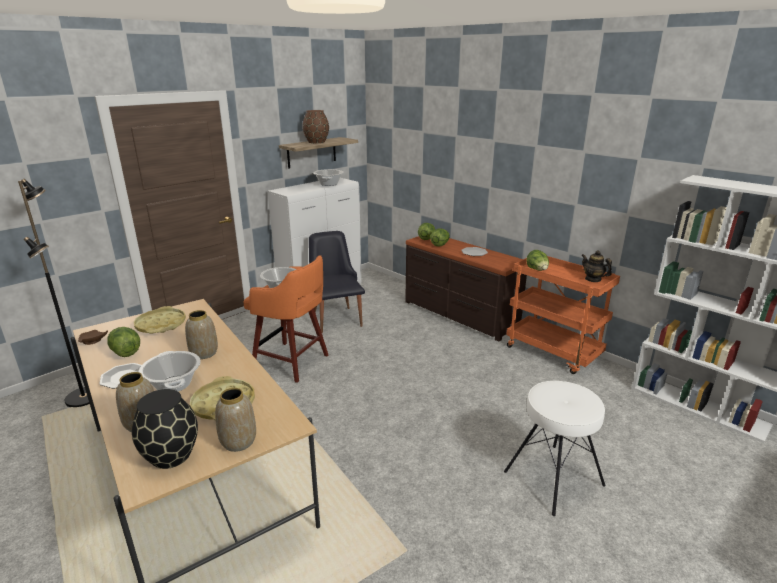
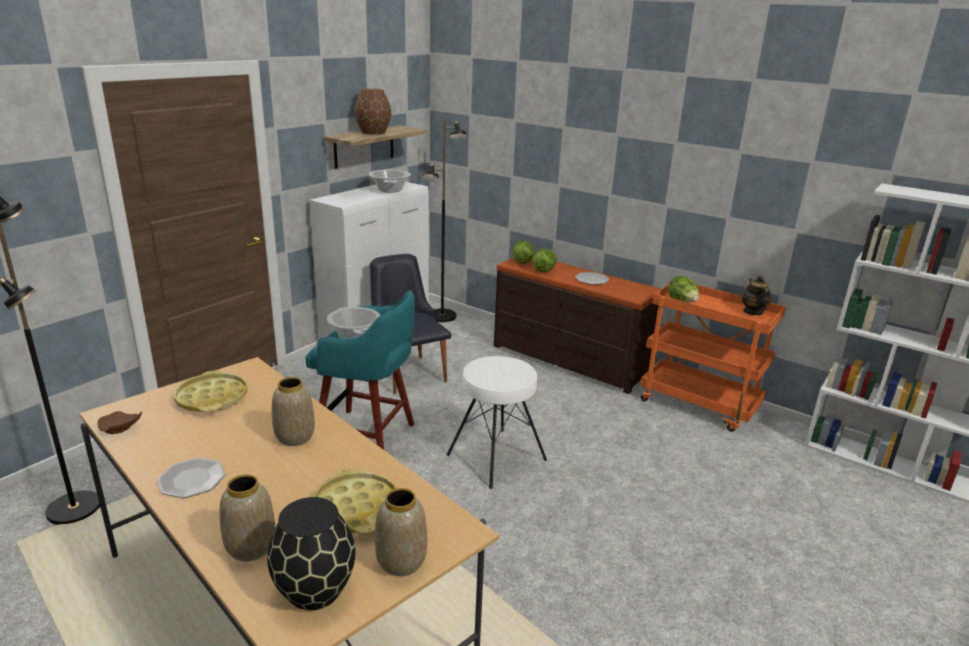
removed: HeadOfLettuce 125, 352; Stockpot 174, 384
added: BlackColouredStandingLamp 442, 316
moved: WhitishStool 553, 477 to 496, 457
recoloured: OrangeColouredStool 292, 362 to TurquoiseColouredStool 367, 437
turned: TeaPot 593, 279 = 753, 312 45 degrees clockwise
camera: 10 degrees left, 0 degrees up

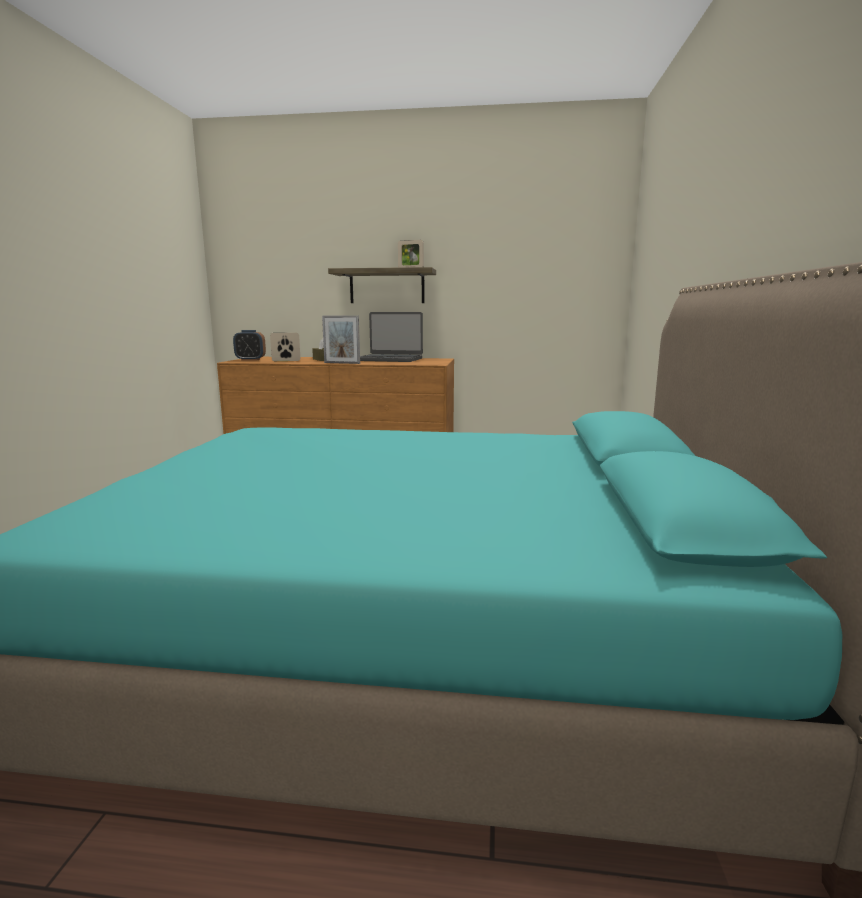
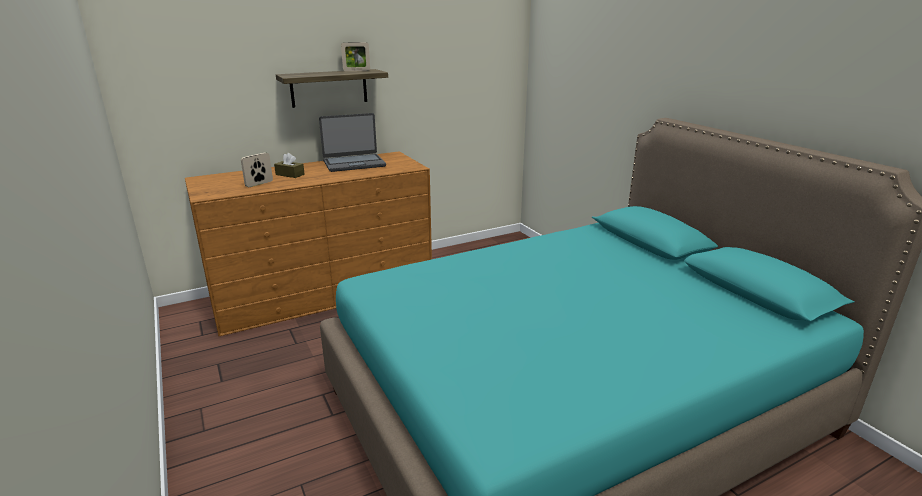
removed: BedsideClock 250, 360; PictureFrame 342, 363
camera: 35 degrees left, 10 degrees up

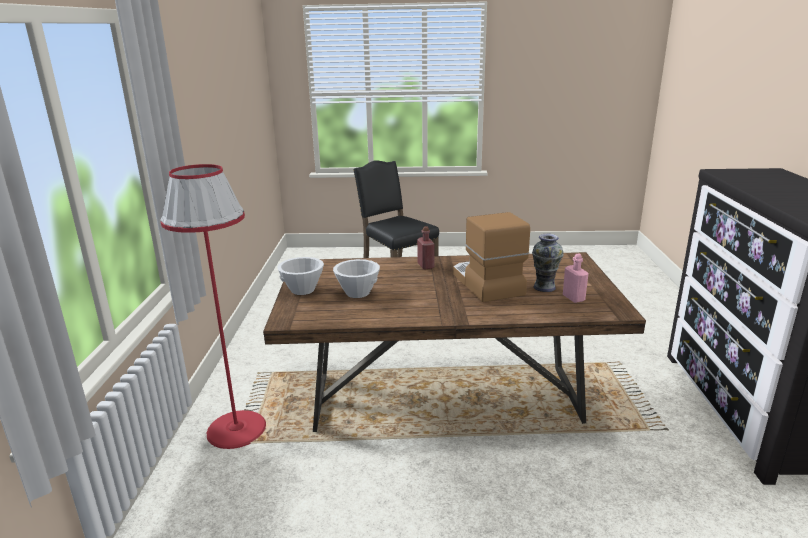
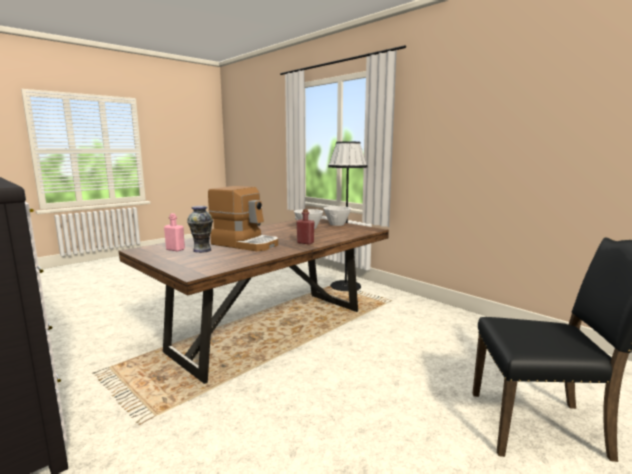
recoloured: RedColouredStandingLamp 236, 429 to BlackColouredStandingLamp 345, 286
camera: 135 degrees right, 10 degrees down

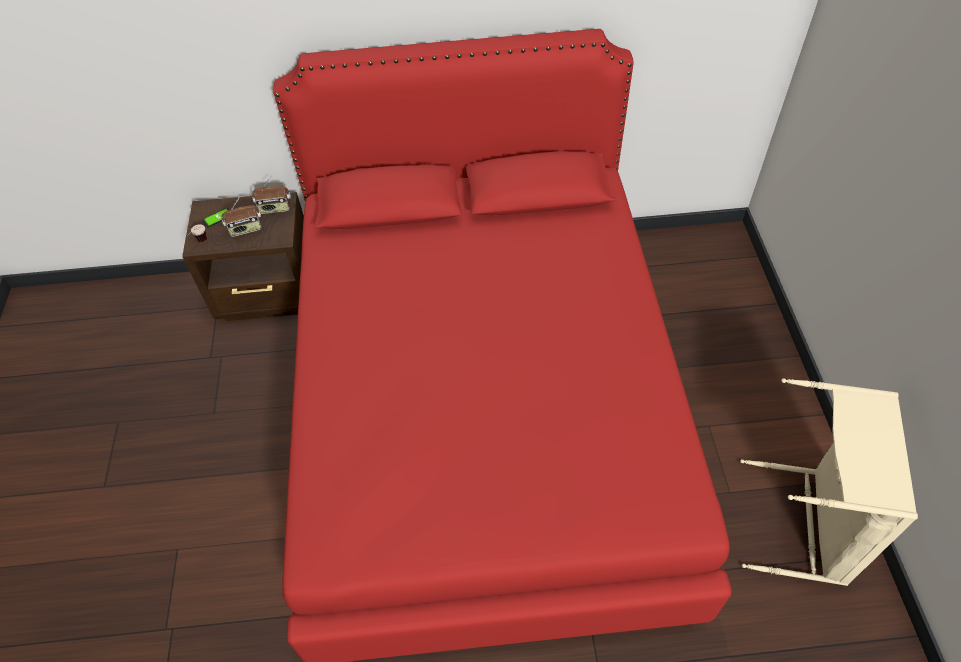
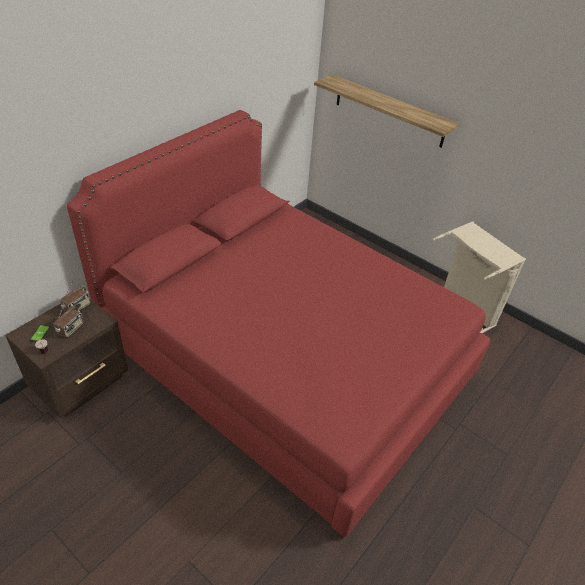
added: BracketShelf 389, 111
camera: 50 degrees left, 10 degrees down

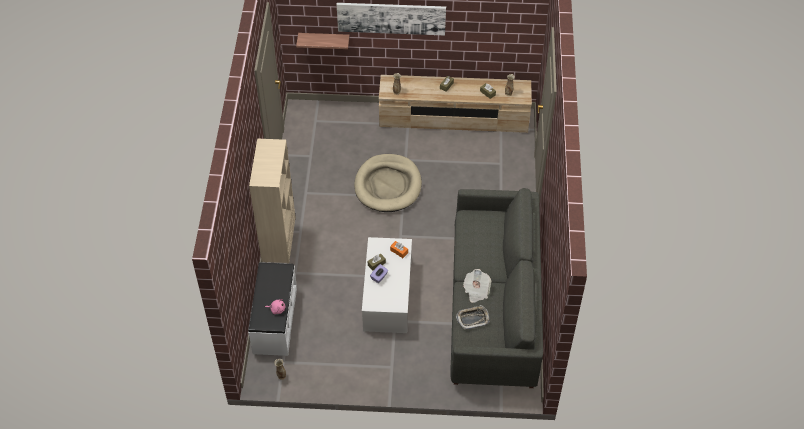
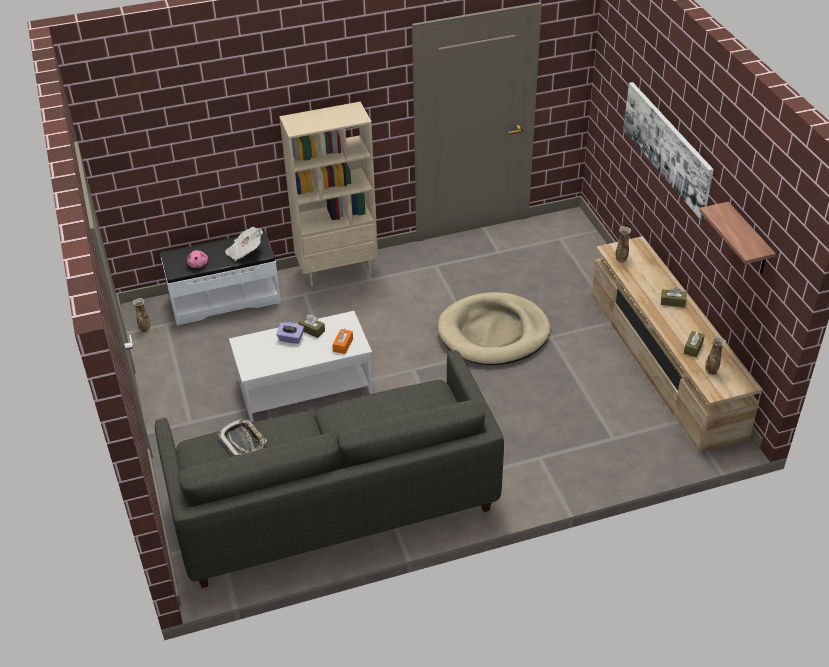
moved: BracketShelf 324, 40 to 748, 240; DailyPaper 476, 290 to 245, 252
camera: 70 degrees right, 10 degrees down

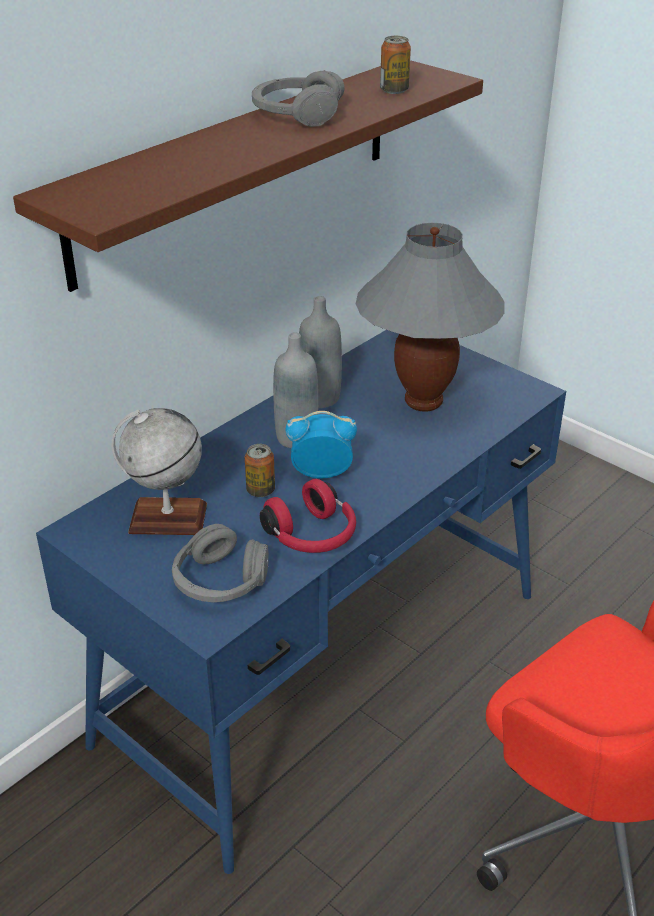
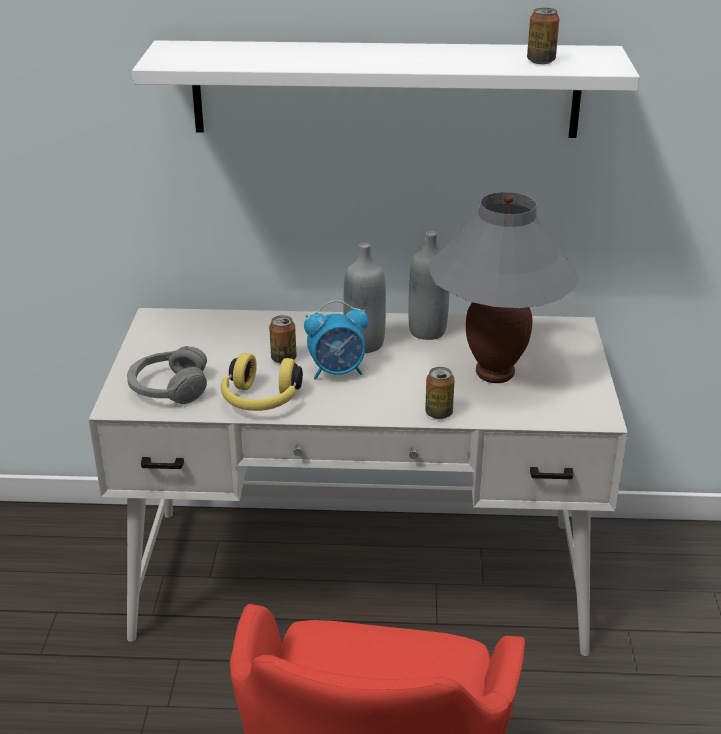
removed: WorldGlobe 167, 518; GrayHeadphones 297, 114
added: Can 438, 413
recoloured: BrownishBracketShelf 237, 168 to WhitishBracketShelf 385, 89; BlueDesk 326, 665 to WhitishDesk 361, 579; RedColouredHeadphones 312, 536 to YellowColouredHeadphones 260, 401
turned: BedsideClock 321, 473 = 337, 372 120 degrees clockwise
camera: 50 degrees right, 5 degrees down

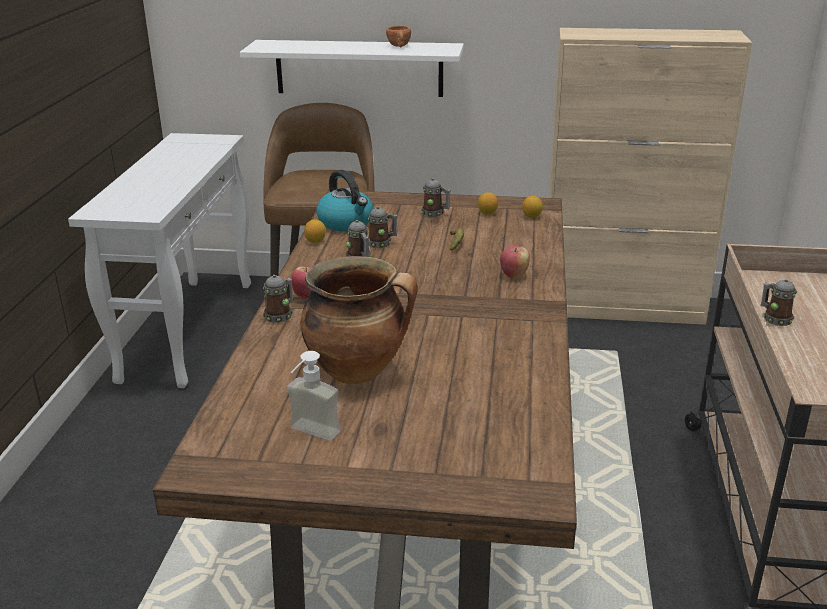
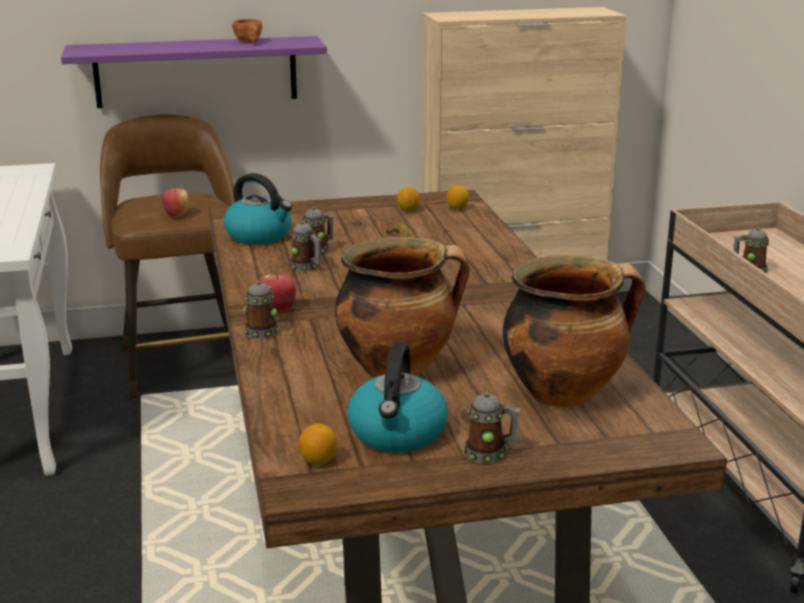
added: Stockpot 564, 393
moved: WholeLemon 315, 241 to 318, 461; Mug 435, 213 to 490, 454; Apple 514, 275 to 177, 215
replaced: LiquidSoapBottle 309, 435 to WaterKettle 398, 434
recoloured: WhitishBracketShelf 359, 68 to PurpleBracketShelf 196, 72
camera: 20 degrees left, 5 degrees down

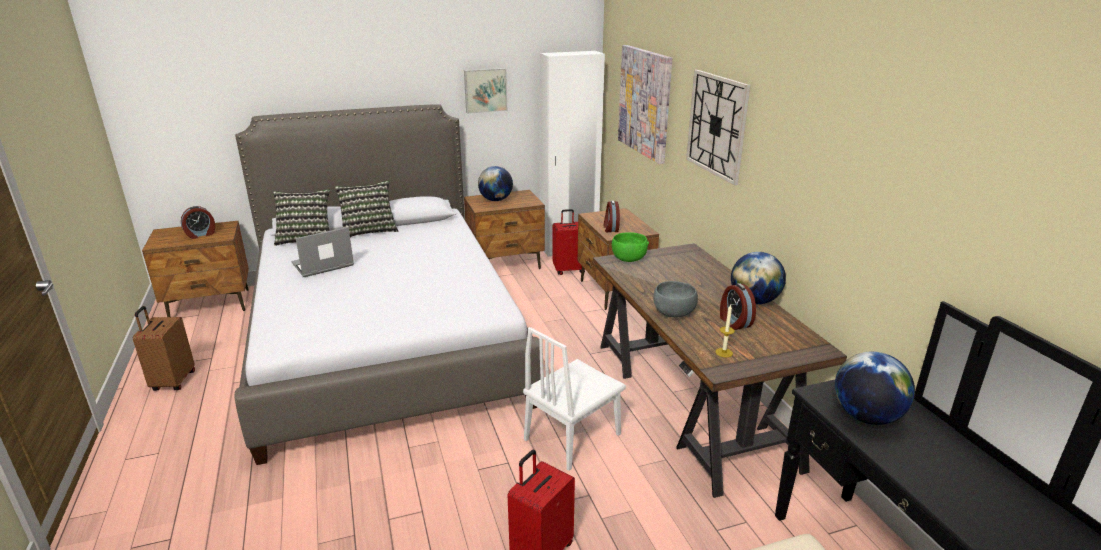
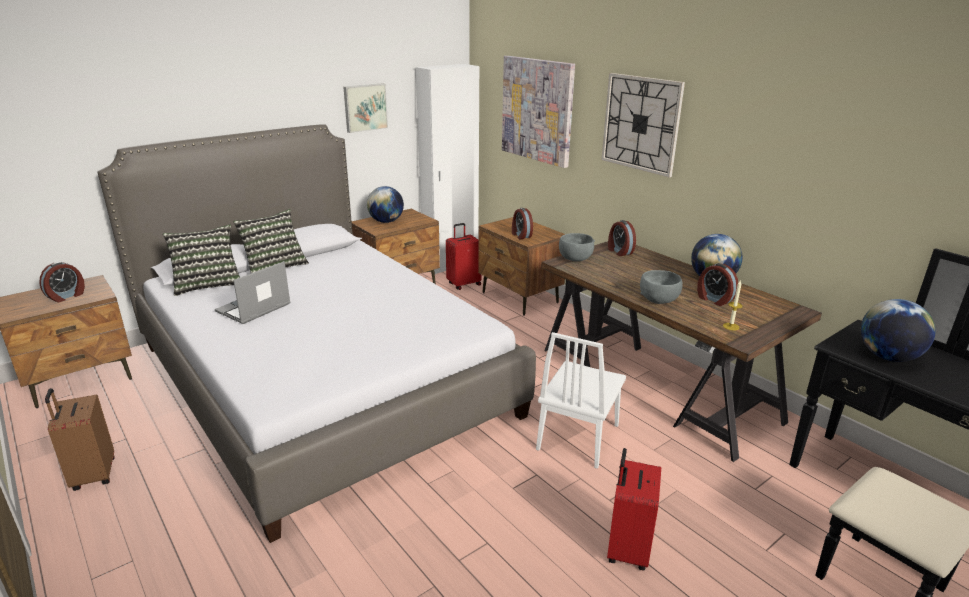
added: BedsideClock 619, 251
recoloured: GreenColouredDeepDish 628, 259 to GrayDeepDish 575, 259
camera: 20 degrees left, 0 degrees up

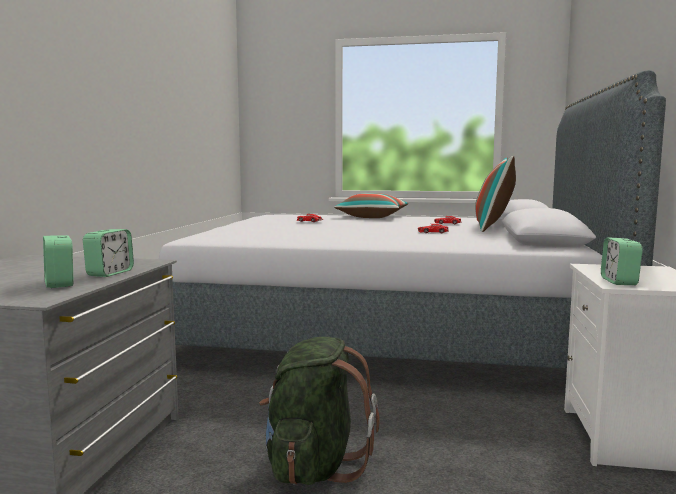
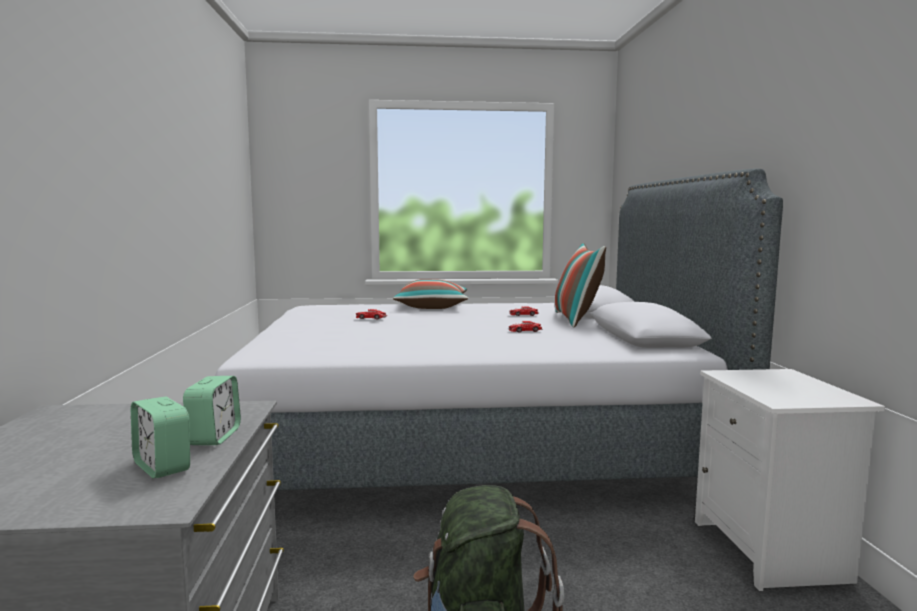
removed: BedsideClock 619, 281
camera: 15 degrees left, 0 degrees up

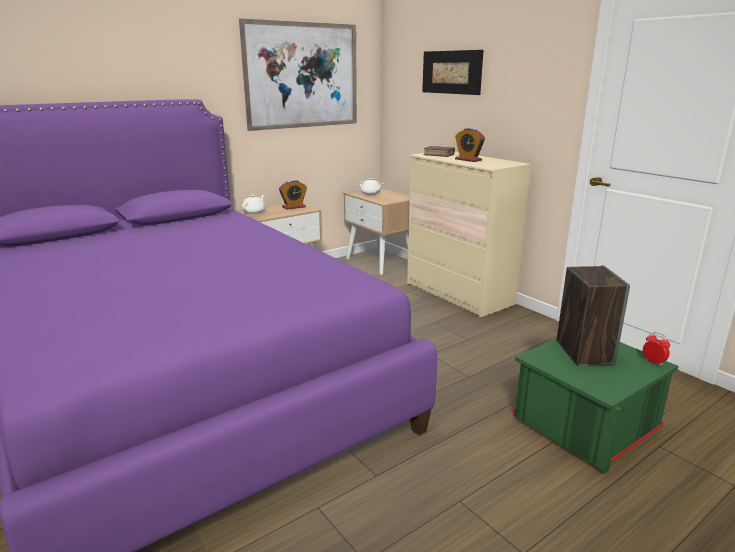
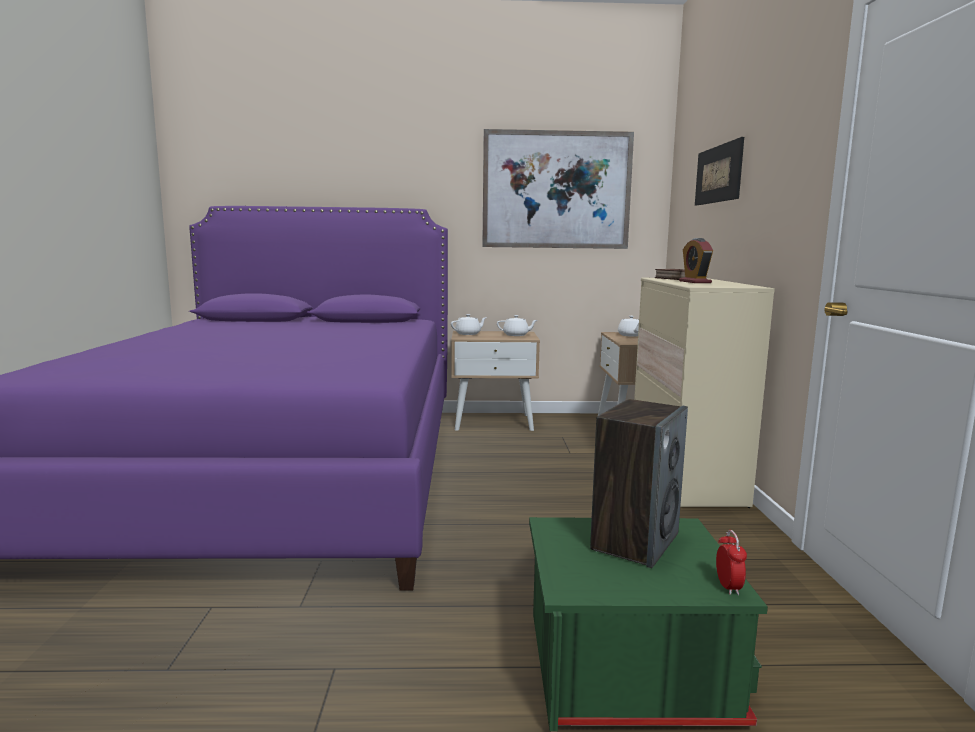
replaced: BedsideClock 293, 207 to WhitishTeaPot 516, 335
camera: 35 degrees right, 10 degrees down

